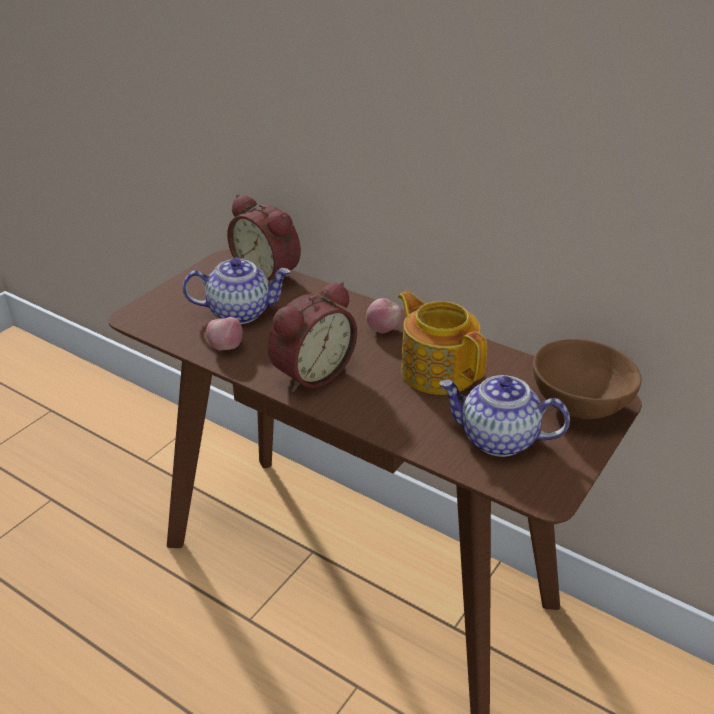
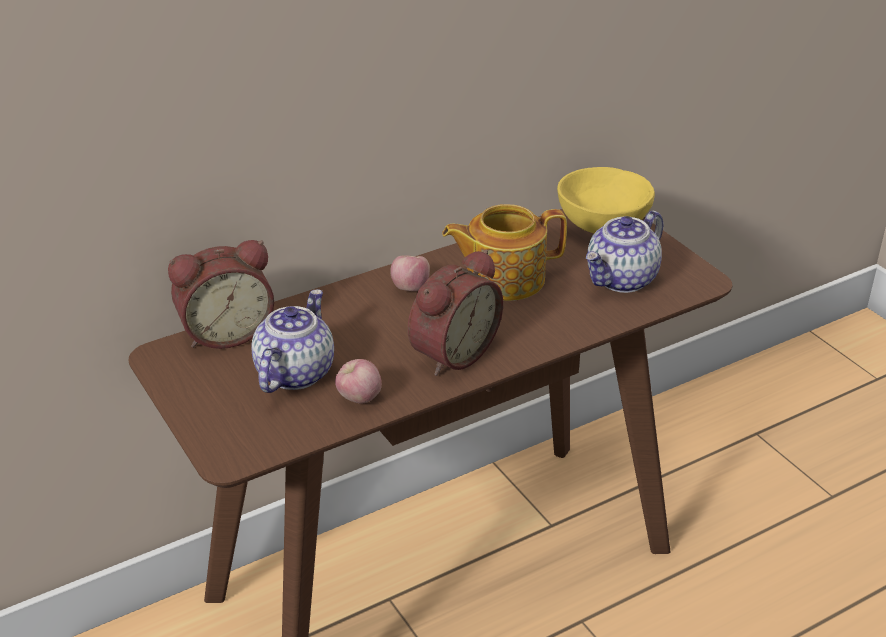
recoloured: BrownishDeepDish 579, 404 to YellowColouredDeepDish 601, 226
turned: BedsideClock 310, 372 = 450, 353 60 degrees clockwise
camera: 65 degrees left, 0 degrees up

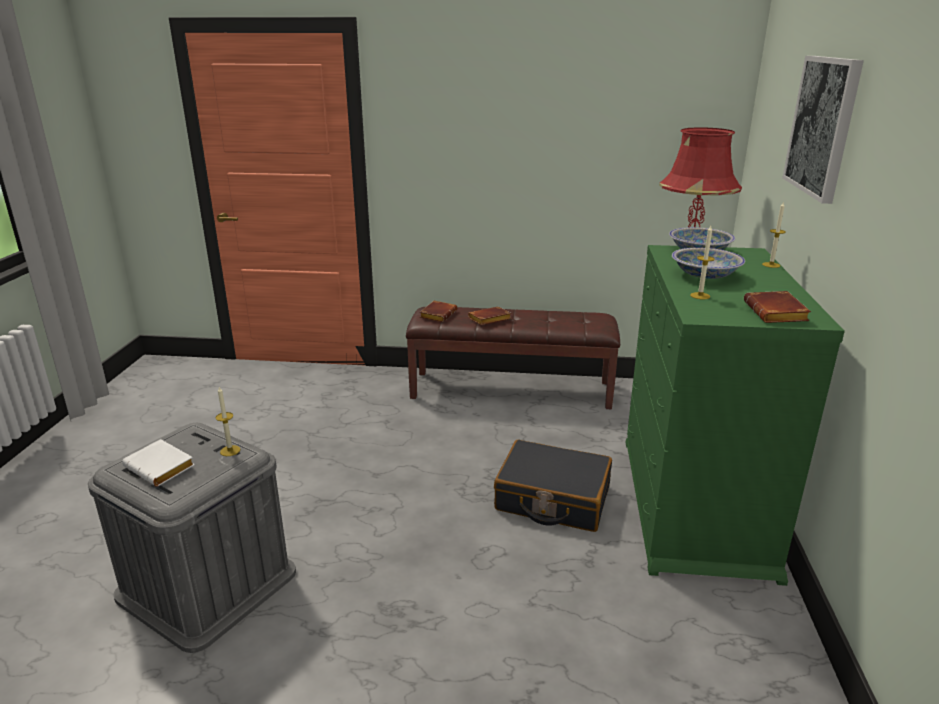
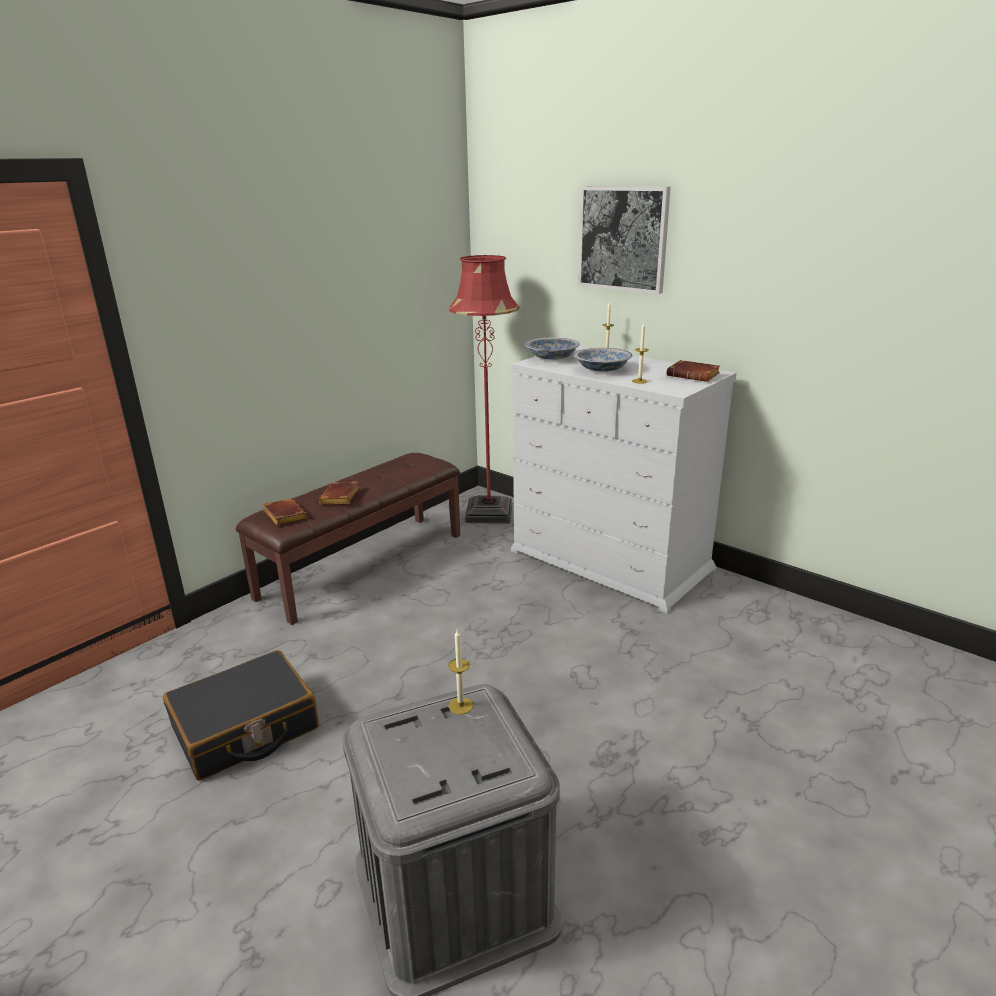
removed: WhitishBook 162, 468
moved: BlackColouredPieceOfLuggage 552, 499 to 245, 729
recoloured: GreenColouredDrawerChest 694, 504 to WhitishDrawerChest 611, 560
camera: 55 degrees left, 0 degrees up

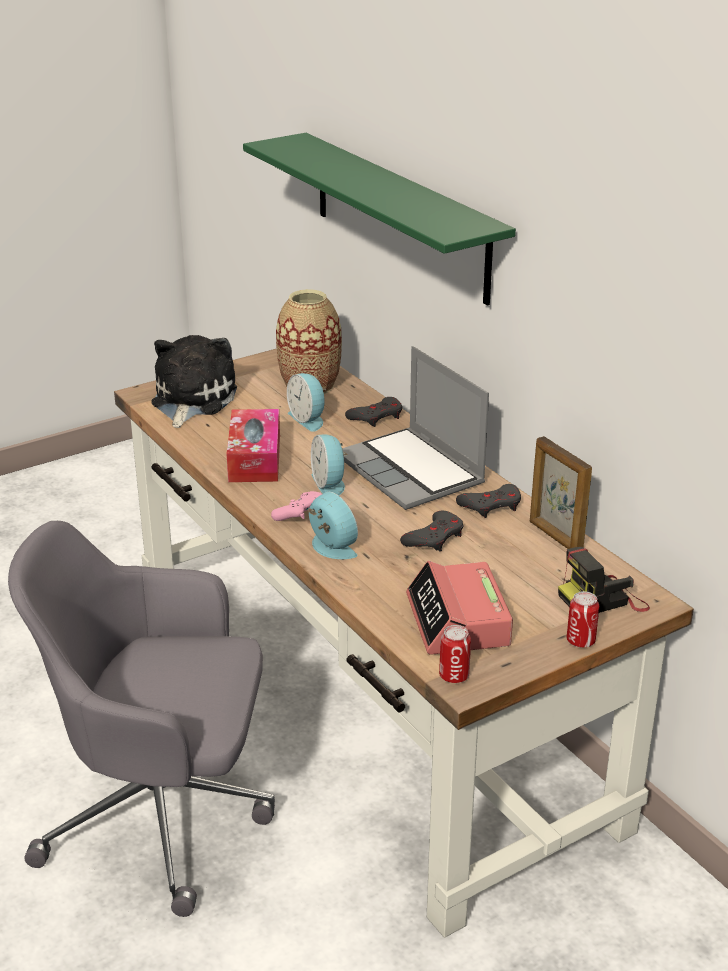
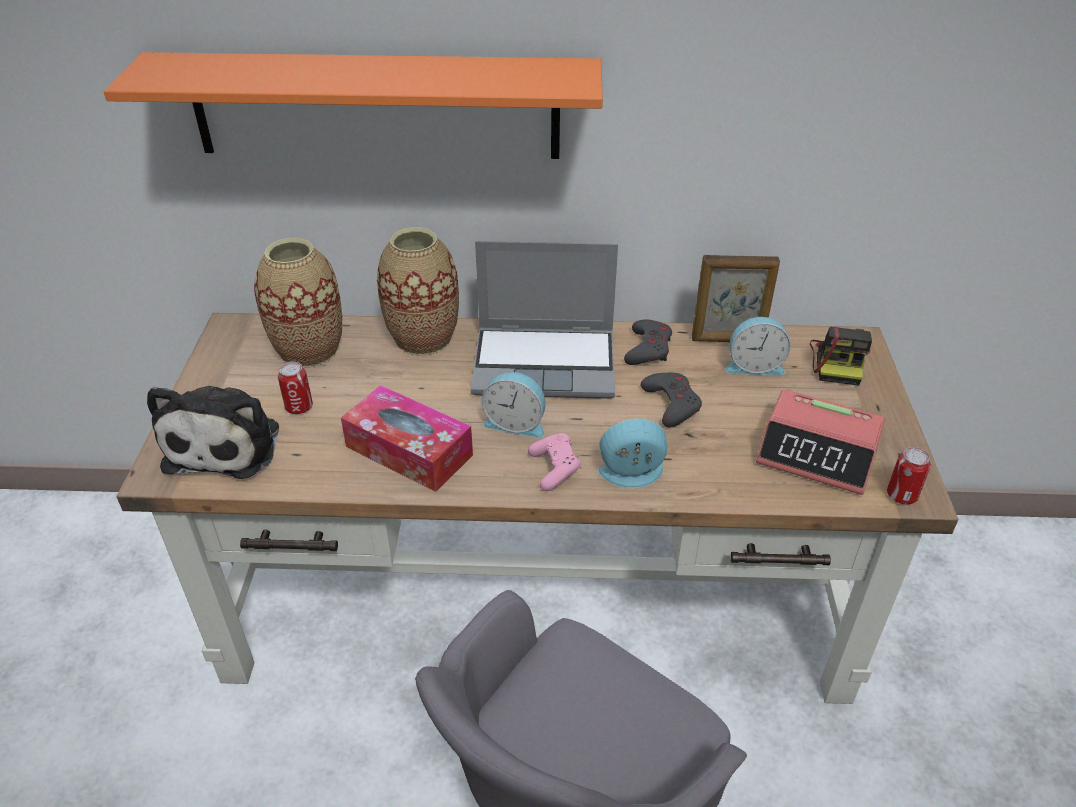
moved: BedsideClock 308, 419 to 754, 365; Can 580, 641 to 299, 407
replaced: GrayJoypad 376, 416 to Vase 423, 338
recoloured: GreenColouredBracketShelf 399, 216 to OrangeColouredBracketShelf 376, 106
turned: SoftToy 191, 400 = 226, 443 135 degrees counterclockwise
camera: 55 degrees left, 10 degrees up

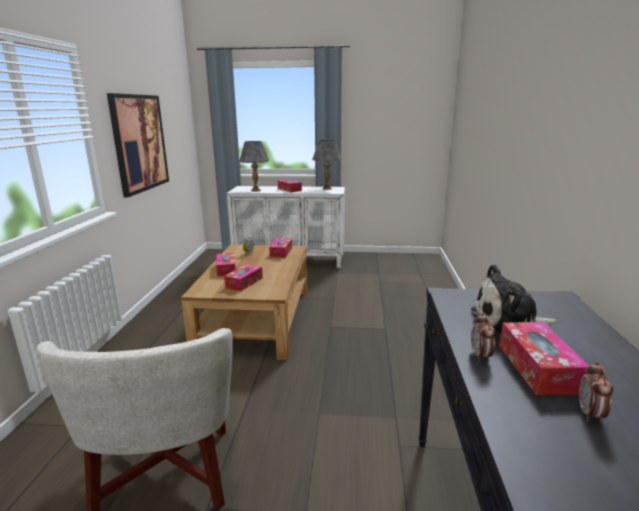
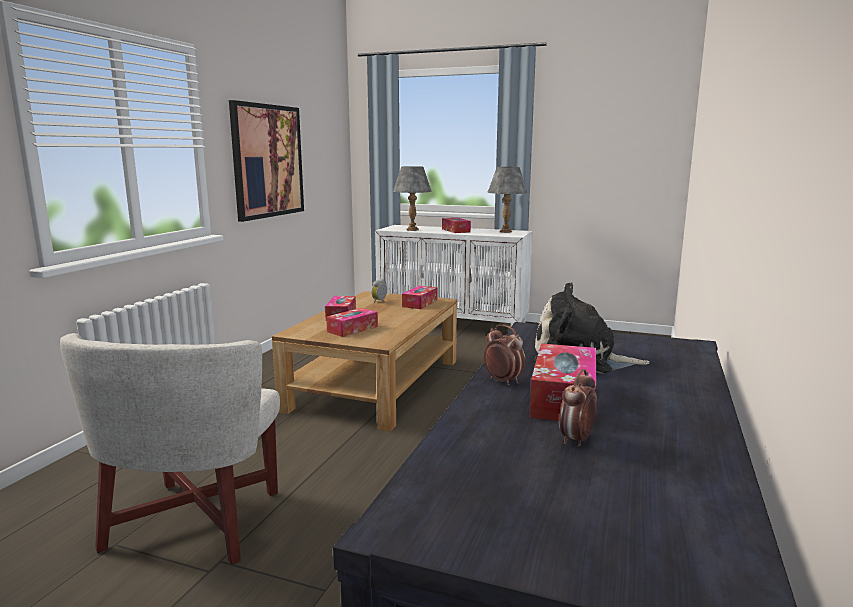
turned: BedsideClock 480, 356 = 503, 381 120 degrees clockwise
camera: 15 degrees right, 5 degrees down

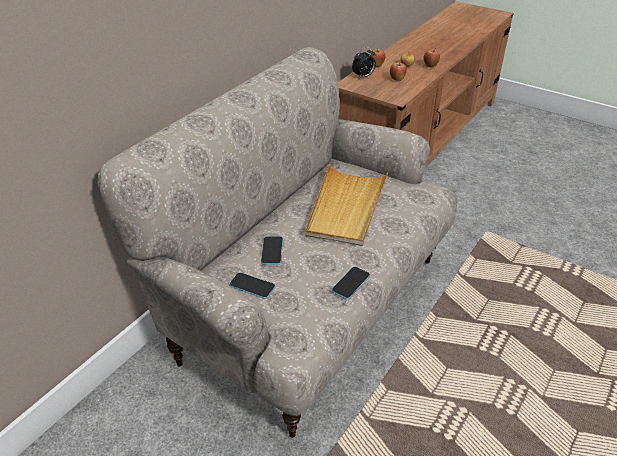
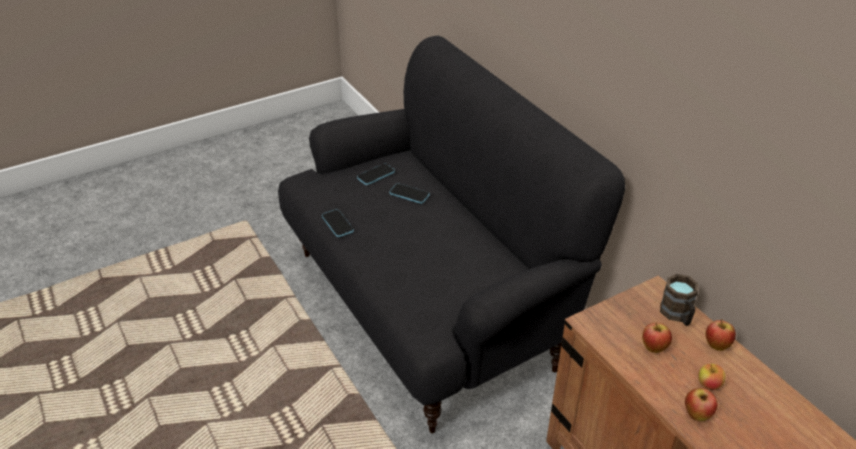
removed: BeigeTray 346, 207
replaced: BedsideClock 363, 77 to BrownishMug 678, 315
recoloured: BeigeCouch 308, 306 to BlackColouredCouch 427, 306
camera: 115 degrees right, 0 degrees up

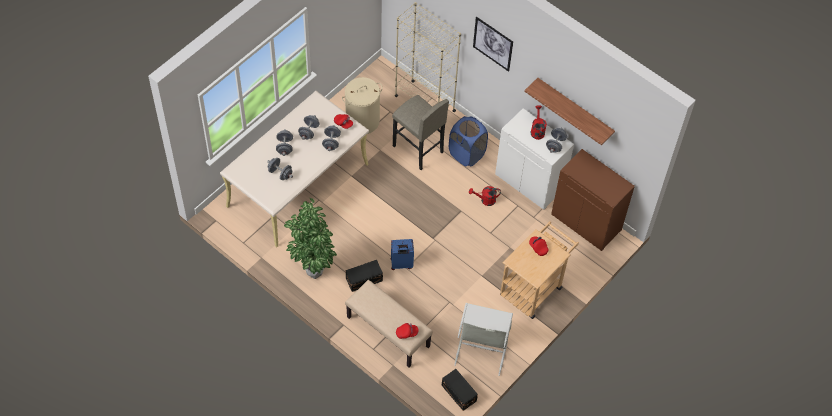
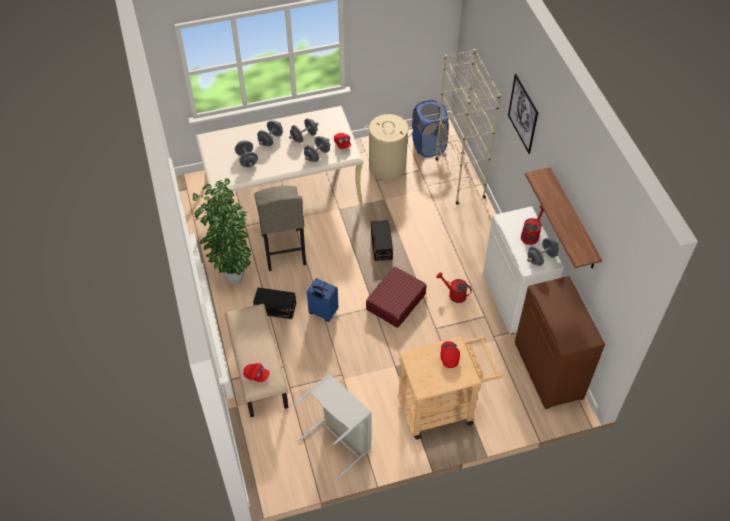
added: RedColouredPieceOfLuggage 395, 302
moved: GrayStool 417, 149 to 283, 250; BlackColouredStorageBin 459, 392 to 382, 245; BlueLaundryBasket 467, 154 to 428, 146
camera: 35 degrees right, 5 degrees down

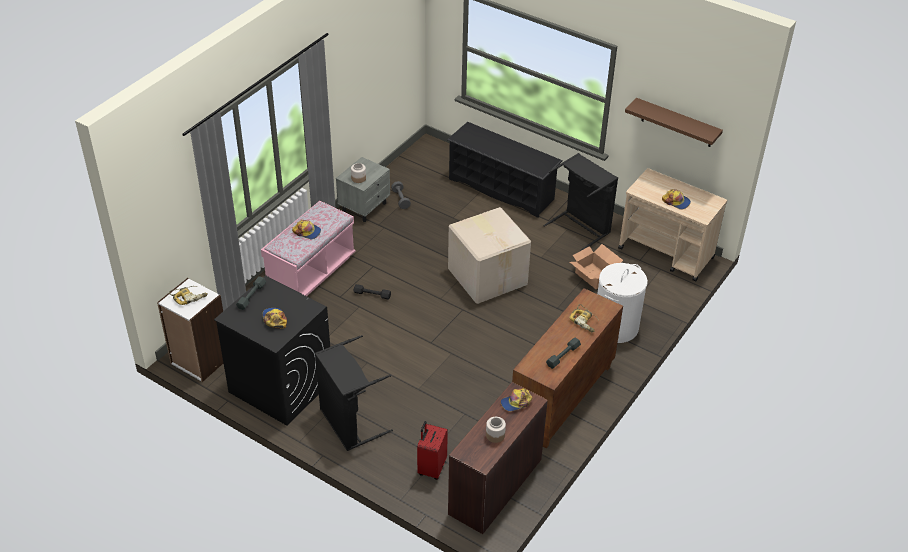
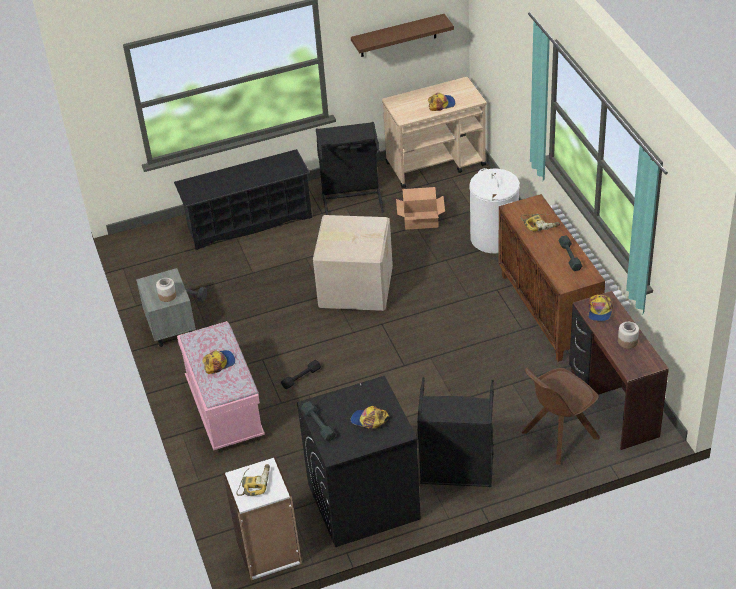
replaced: RedColouredPieceOfLuggage 431, 467 to BrownishPlainChair 558, 436
camera: 50 degrees left, 0 degrees up

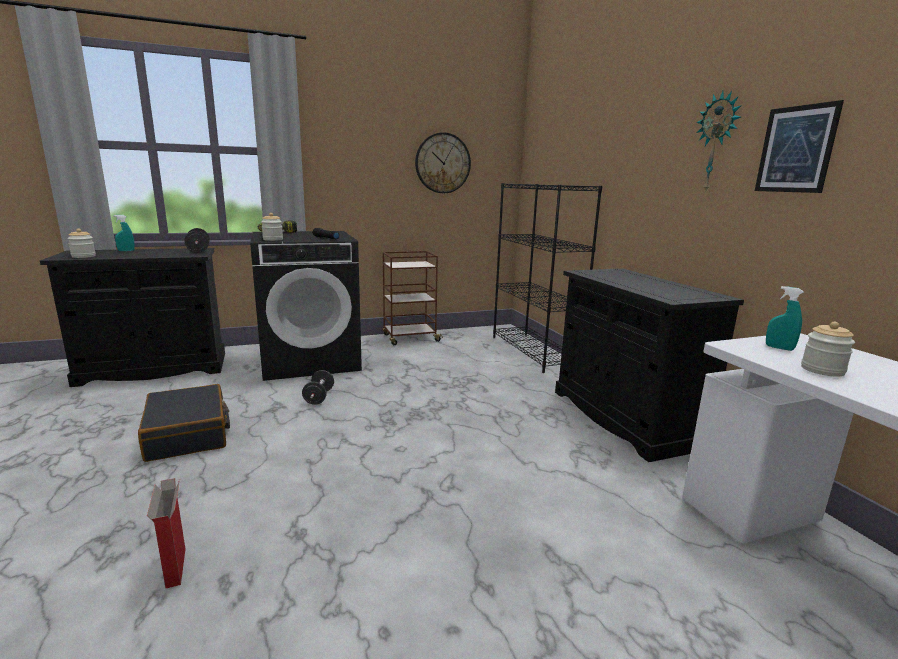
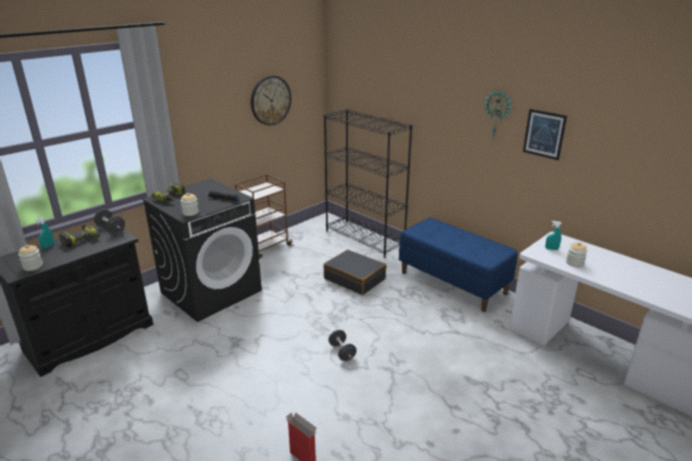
added: PowerDrill 79, 239
moved: BlackColouredPieceOfLuggage 188, 434 to 355, 279; BlackColouredHandWeight 319, 397 to 342, 352
replaced: BlackColouredCupboard 624, 418 to BlueLongSeat 453, 283
camera: 25 degrees left, 10 degrees up

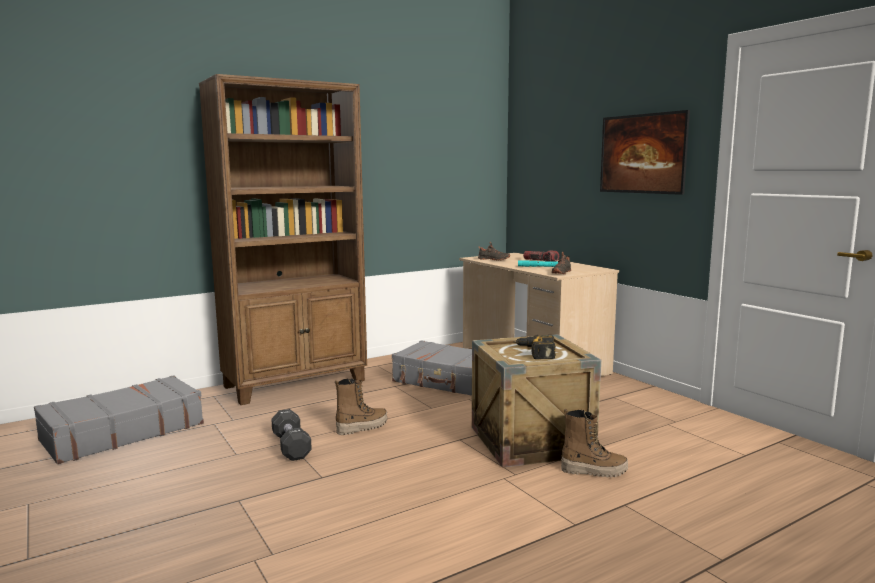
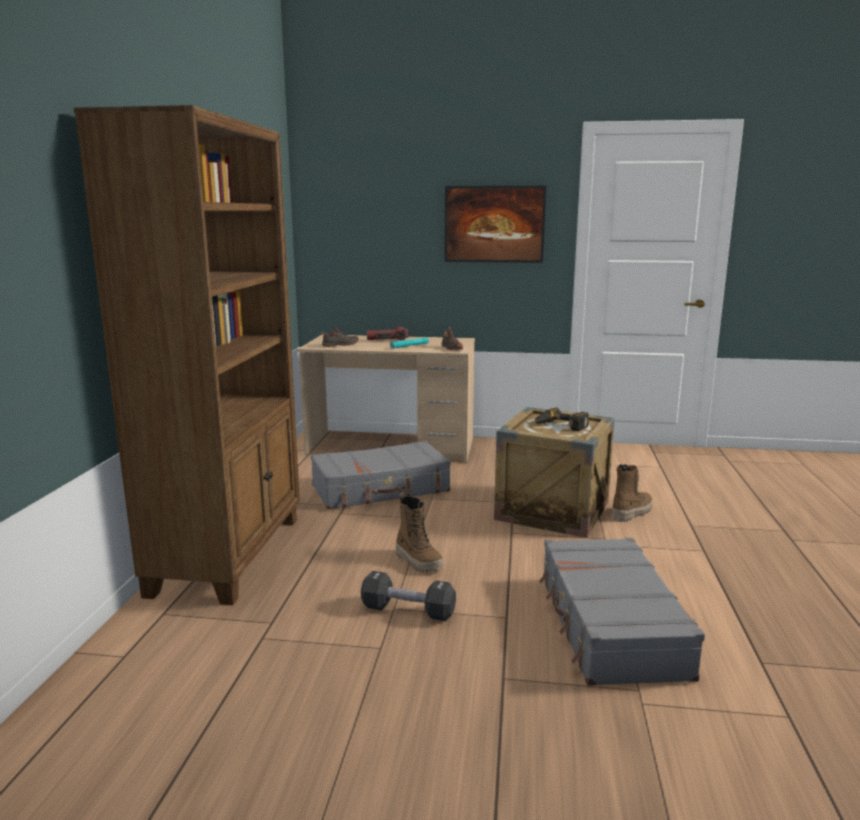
moved: GrayPieceOfLuggage 122, 432 to 609, 625
turned: TallBoot 362, 427 = 418, 561 135 degrees clockwise
camera: 50 degrees left, 5 degrees up

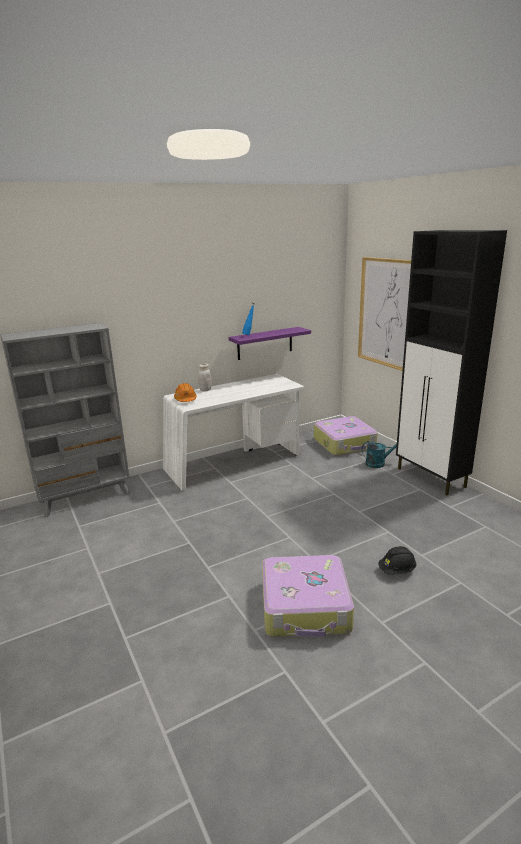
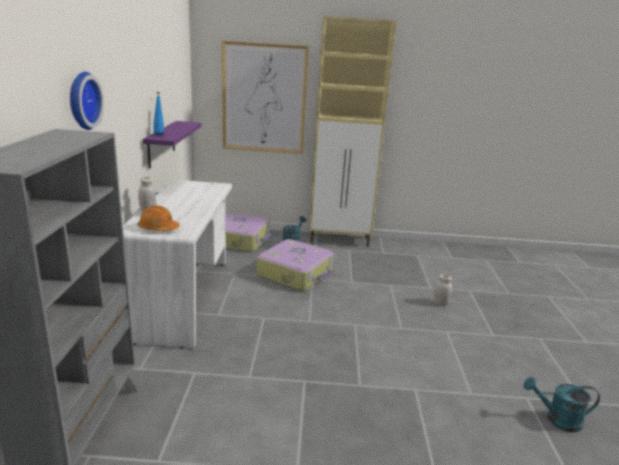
added: HangingClock 81, 100; TurquoiseColouredSprinklingCan 557, 419
moved: PieceOfLuggage 305, 607 to 296, 273
replaced: BlackColouredSafetyHelmet 397, 570 to WhitishStorageJar 440, 303
recoloured: BlackColouredCupboard 431, 478 to BeigeCupboard 340, 240
camera: 60 degrees left, 0 degrees up

